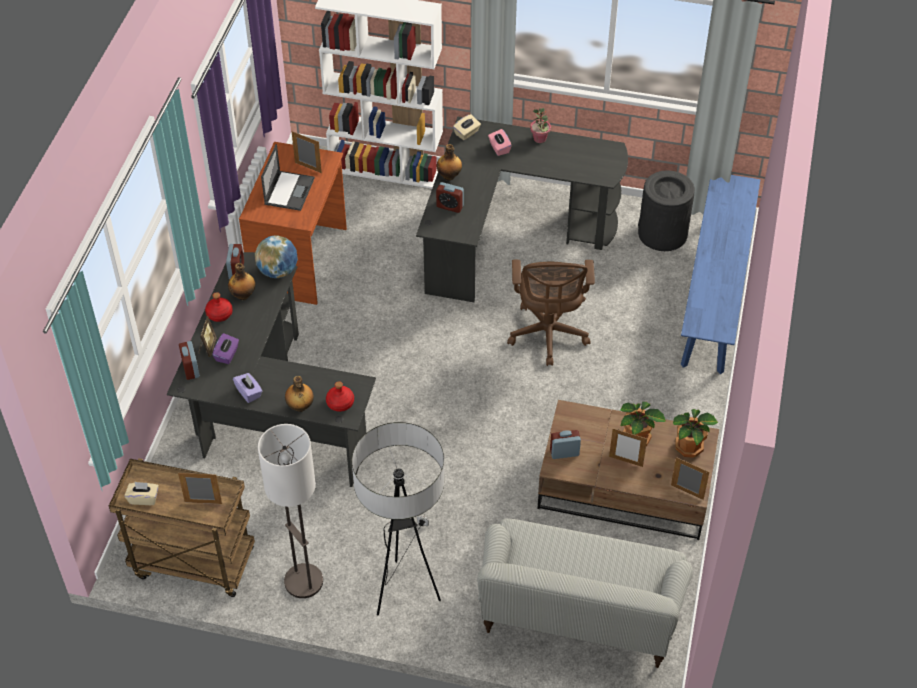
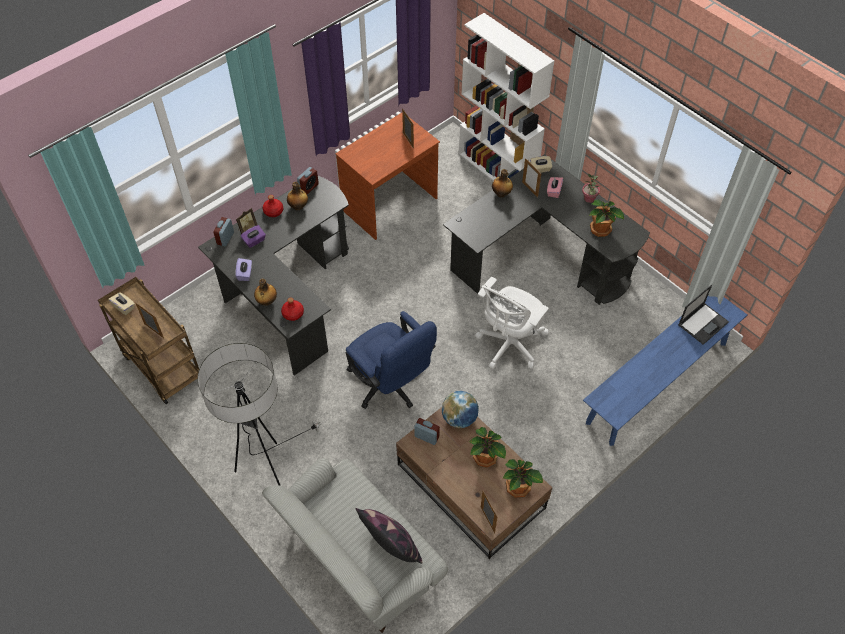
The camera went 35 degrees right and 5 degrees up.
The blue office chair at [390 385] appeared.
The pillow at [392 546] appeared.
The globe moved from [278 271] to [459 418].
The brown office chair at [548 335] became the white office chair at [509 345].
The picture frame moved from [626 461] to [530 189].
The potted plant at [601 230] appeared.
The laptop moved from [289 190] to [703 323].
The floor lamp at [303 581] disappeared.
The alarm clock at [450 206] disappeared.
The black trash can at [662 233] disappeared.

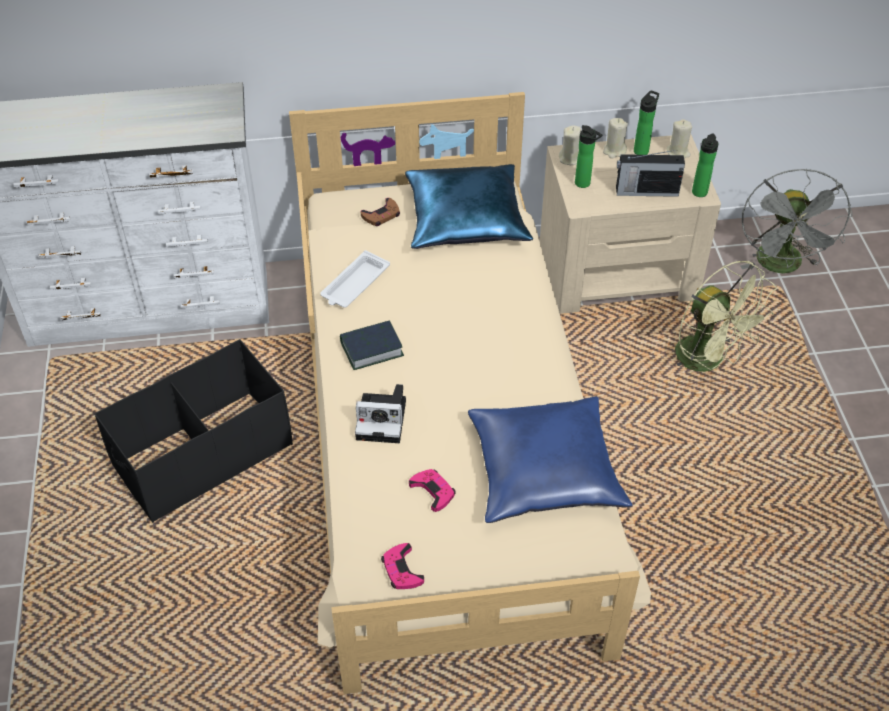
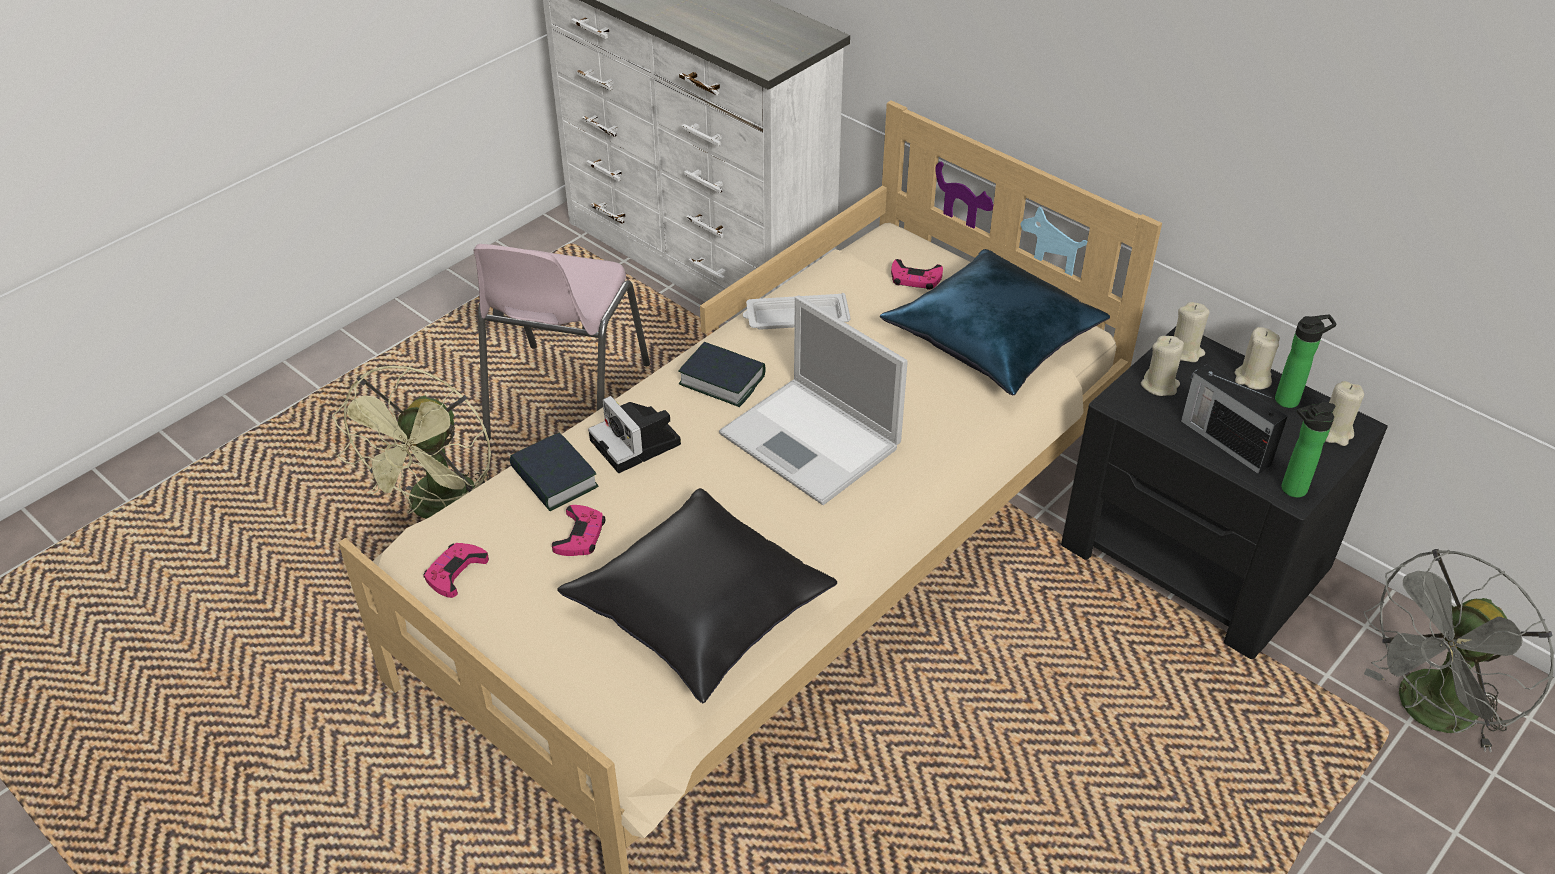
The camera went 50 degrees right and 5 degrees down.
The green fan moved from [708 361] to [439 510].
The black storage box at [203 455] was replaced by the pink chair at [565 403].
The book at [554 478] appeared.
The blue pillow at [545 470] became the black pillow at [701 608].
The laptop at [812 442] appeared.
The brown game controller at [381 215] became the pink game controller at [915 279].
The beige nightstand at [618 271] became the black nightstand at [1196 557].
The bottle at [584 184] was replaced by the beige candle at [1160 385].

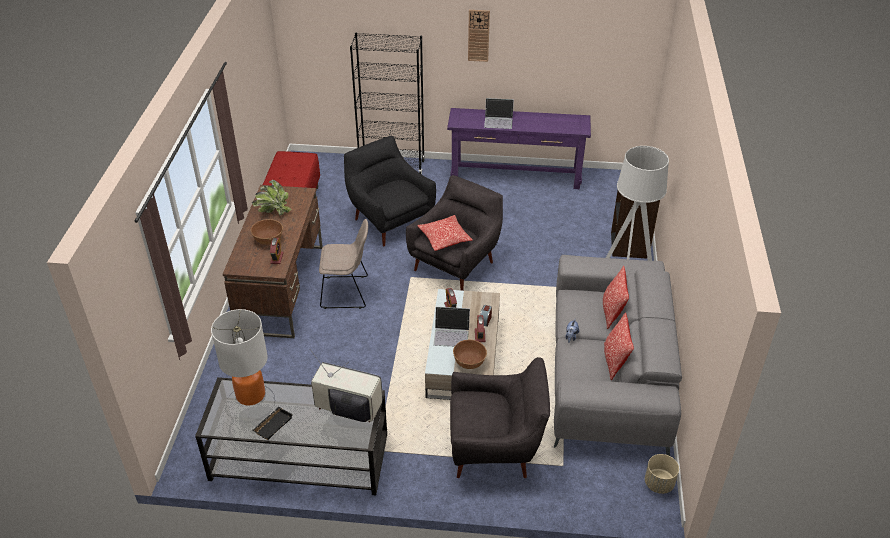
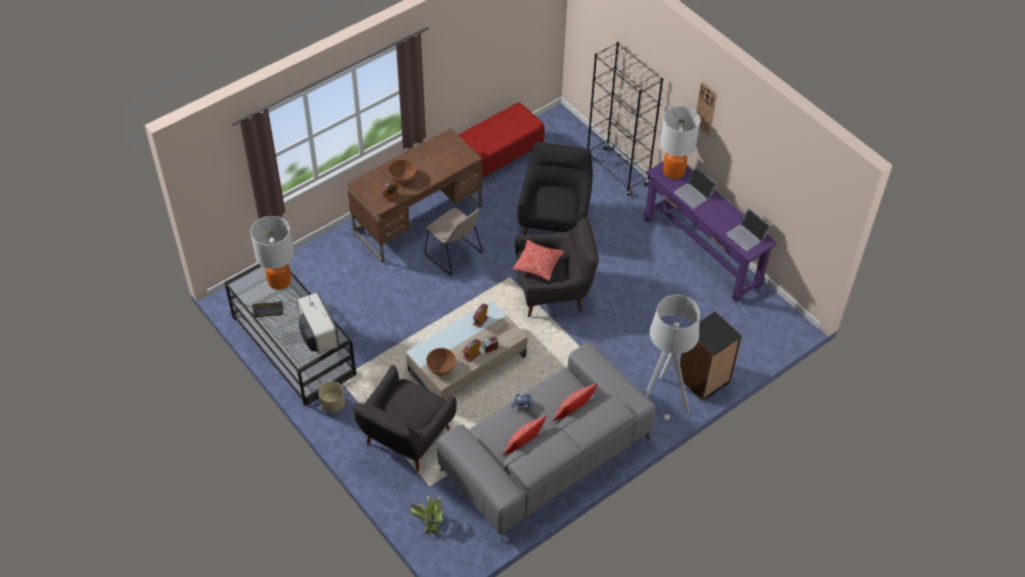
The camera went 45 degrees right and 10 degrees up.
The beige planter moved from [659 483] to [333 405].
The grey armchair at [495 448] turned 75 degrees clockwise.
The potted plant moved from [273 211] to [429 520].
The table lamp at [674 171] appeared.
The laptop moved from [451 334] to [747 235].

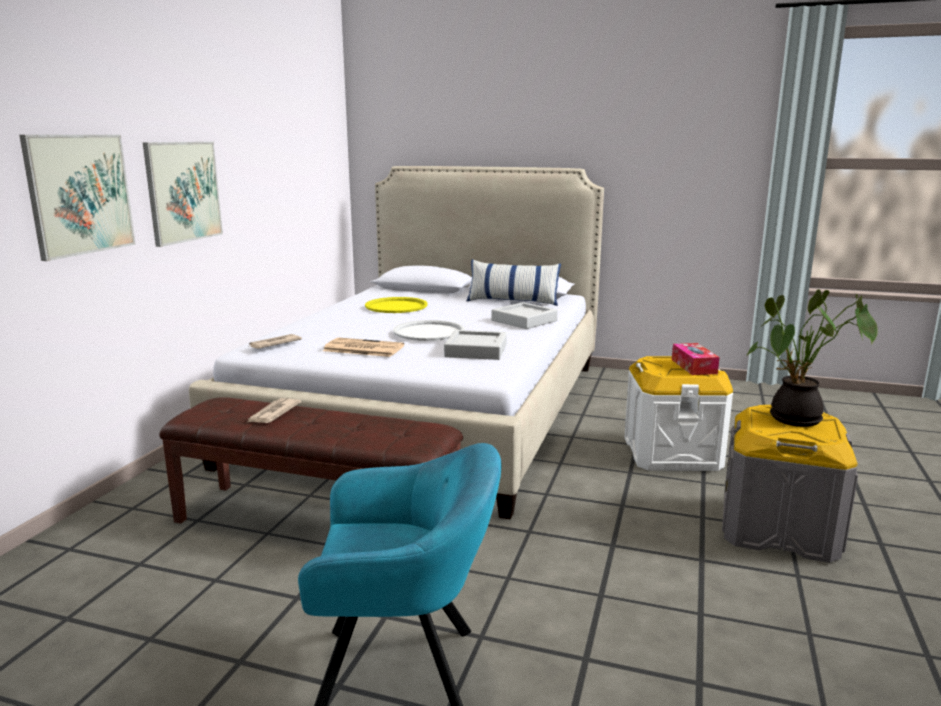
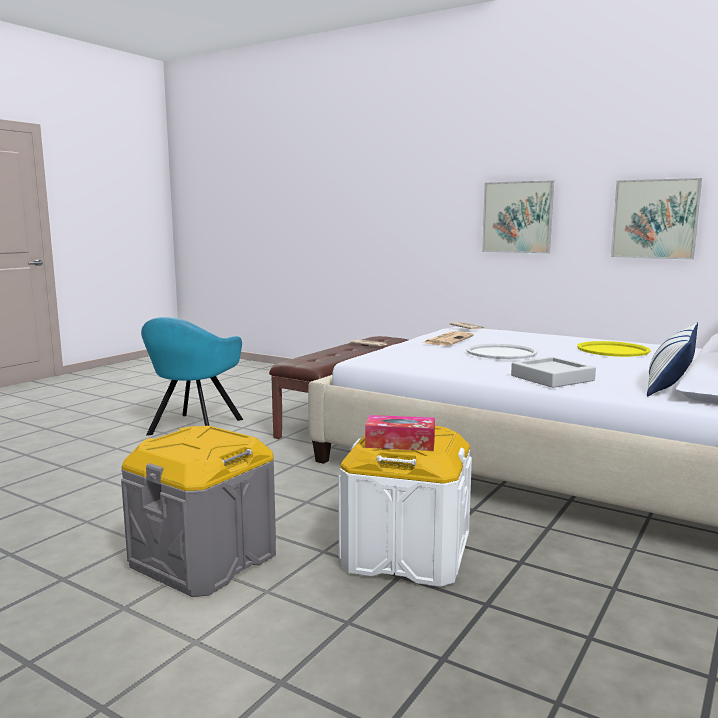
The camera went 105 degrees right and 5 degrees down.
The picture moved from [80 194] to [654 219].
The grey tray at [476 350] disappeared.
The potted plant at [795 420] disappeared.

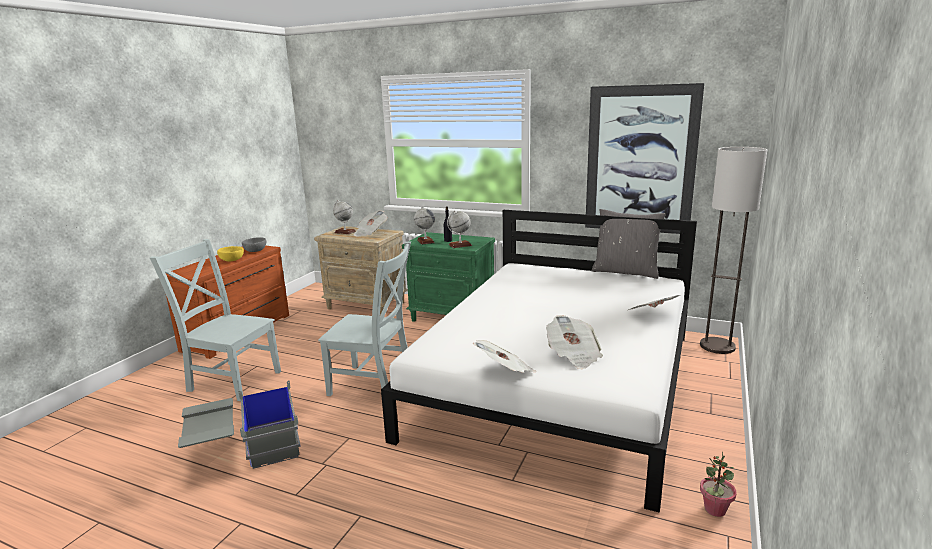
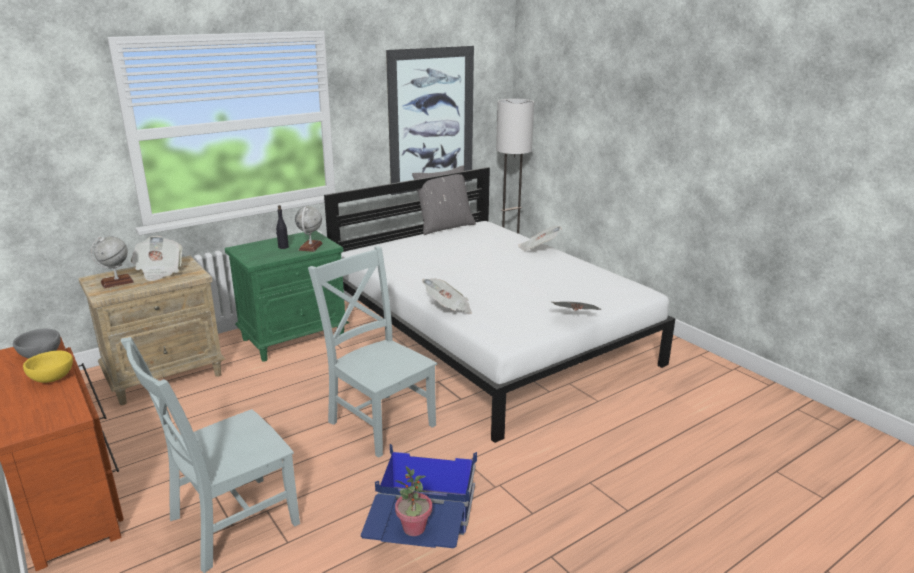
The camera went 60 degrees left and 5 degrees up.
The grey chair at [375 384] turned 90 degrees counterclockwise.
The grey storage box at [245 450] became the blue storage box at [421 535].
The potted plant moved from [714 509] to [414 528].
The newspaper moved from [573 355] to [448 308].
The globe at [425 241] disappeared.

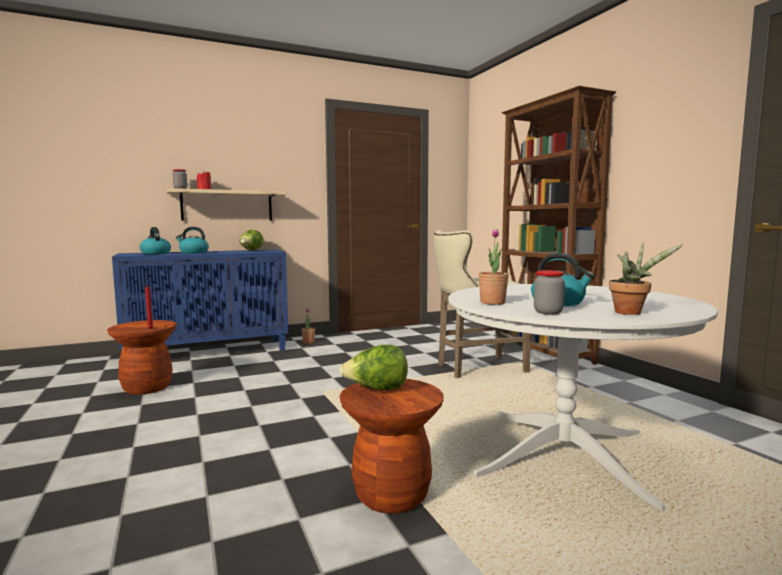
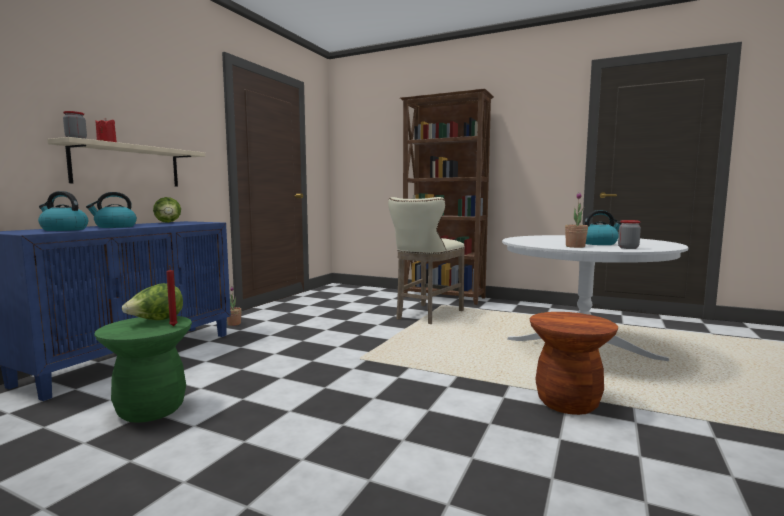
The camera went 40 degrees left and 0 degrees up.
The brown stool at [147 388] became the green stool at [151 409].
The lettuce moved from [376 390] to [156 321].
The potted plant at [631 312] disappeared.

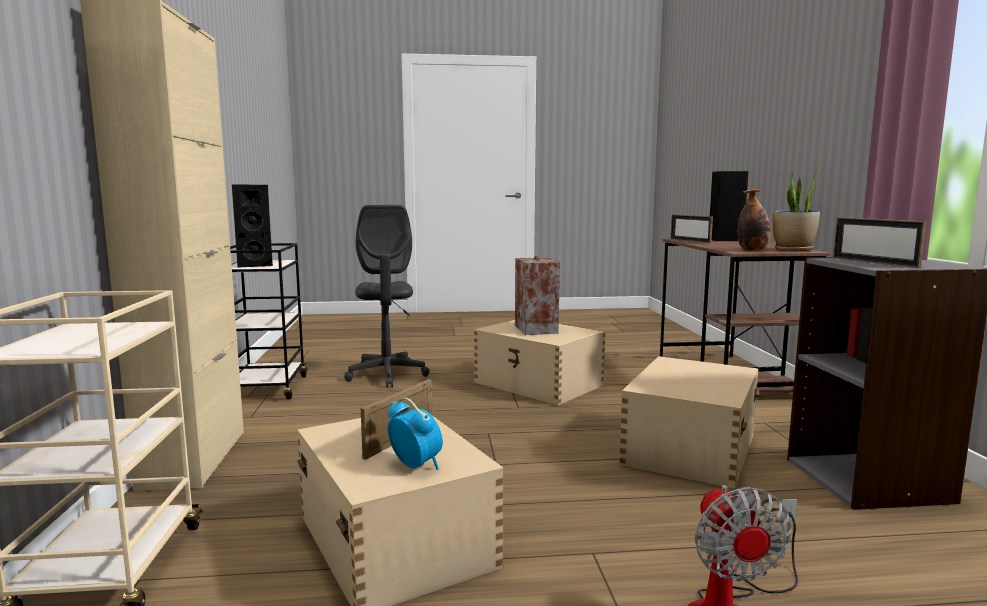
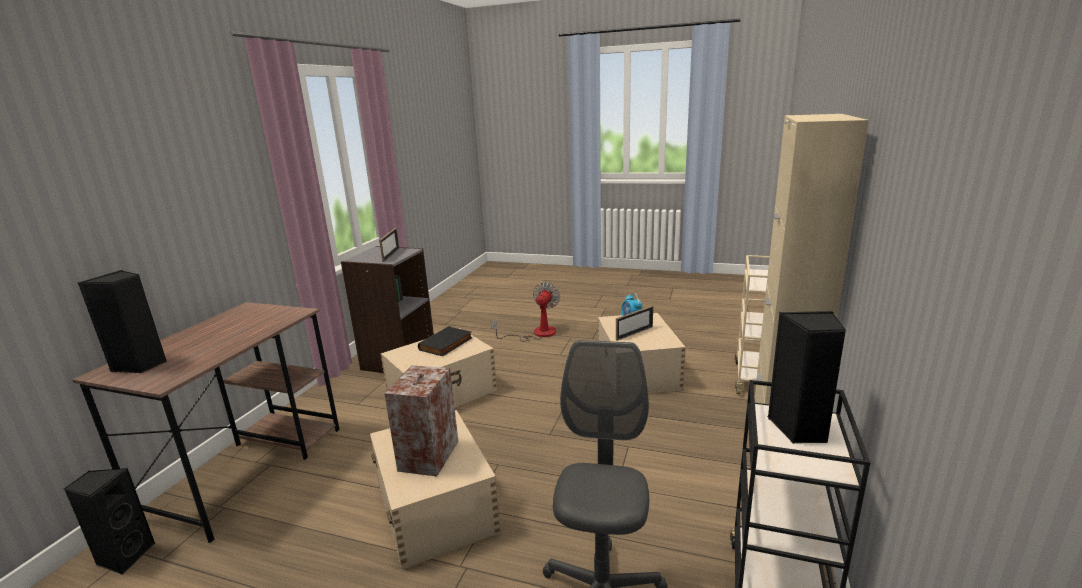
The camera went 155 degrees left and 10 degrees up.
The black speaker at [125 556] appeared.
The black book at [446 344] appeared.
The picture frame at [690 241] disappeared.
The bottle at [752 251] disappeared.
The potted plant at [793 250] disappeared.

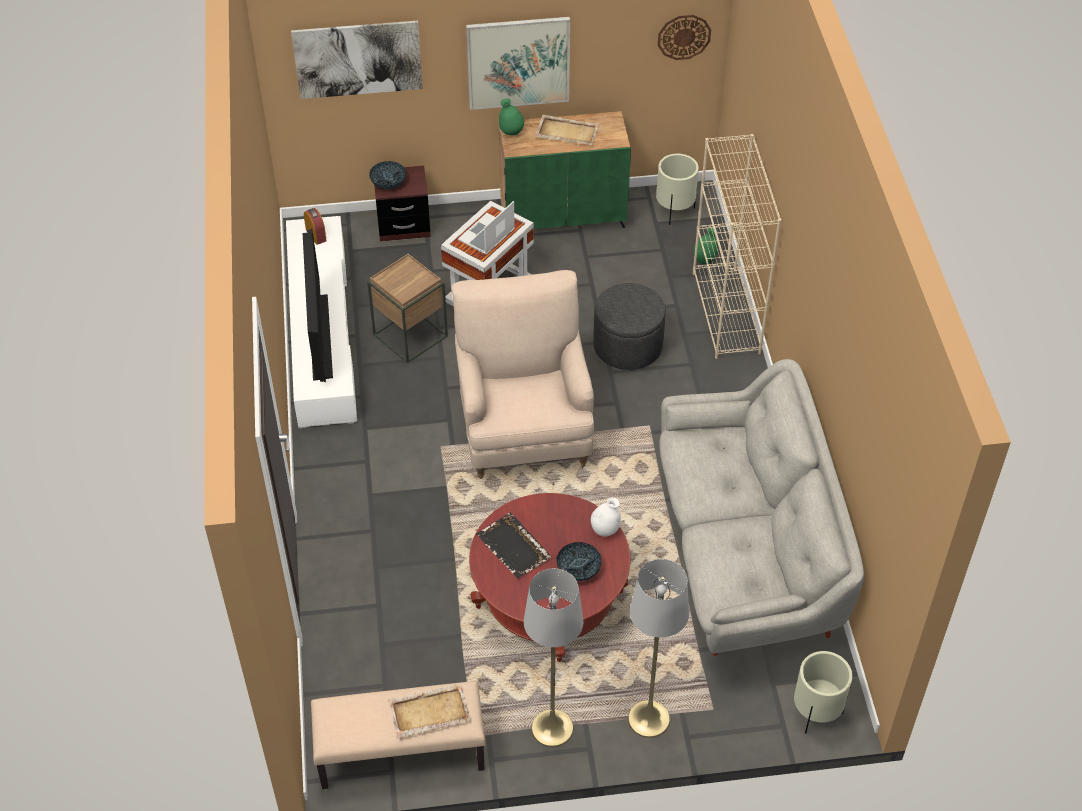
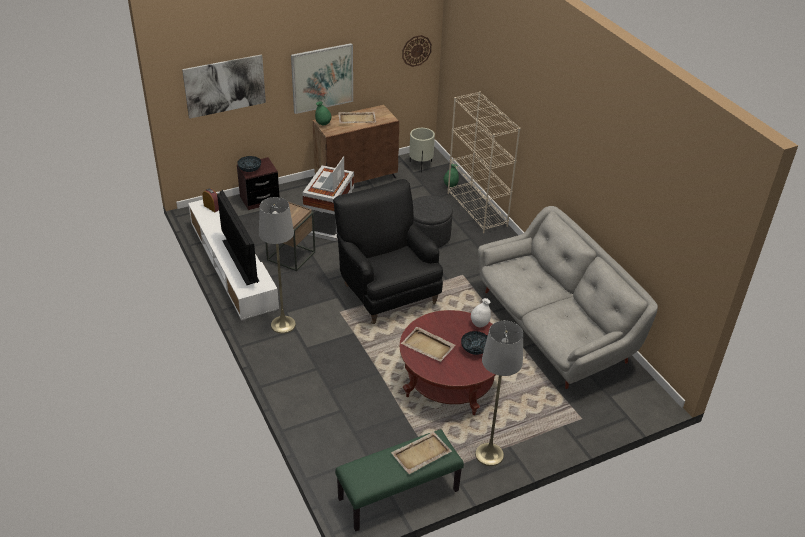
The camera went 20 degrees left and 10 degrees down.
The grey floor lamp moved from [648 719] to [283 324].
The green cabinet at [563 216] became the brown cabinet at [356 178].
The beige armchair at [524 429] became the black armchair at [387 292].
The beige bench at [400 754] became the green bench at [398 495].
The black tray at [514 548] became the beige tray at [428 346].
The beige planter at [816 713] disappeared.

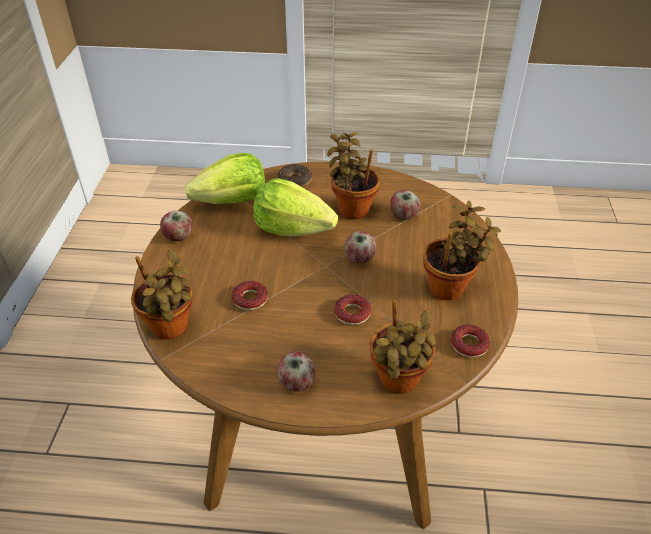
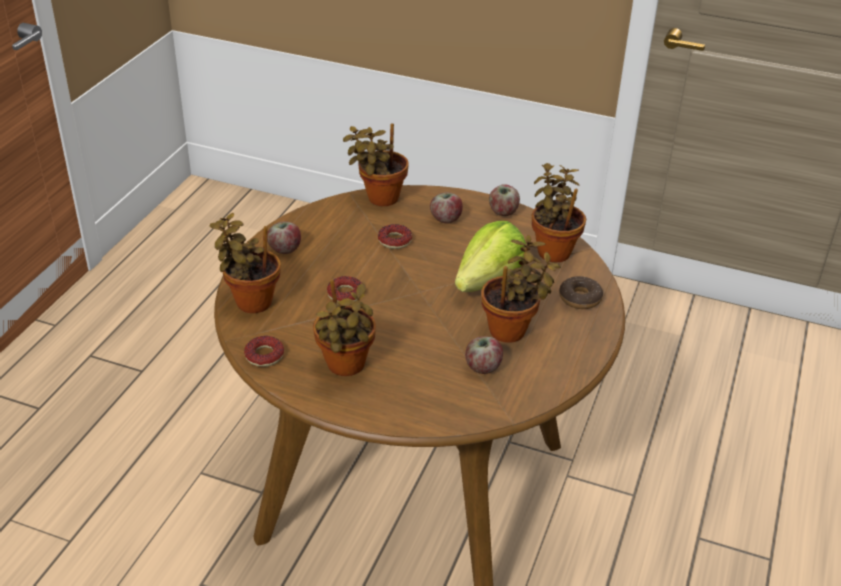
The camera went 105 degrees right and 5 degrees down.
The apple moved from [359 258] to [446 219].
The lettuce at [232 201] was replaced by the potted plant at [553 250].

